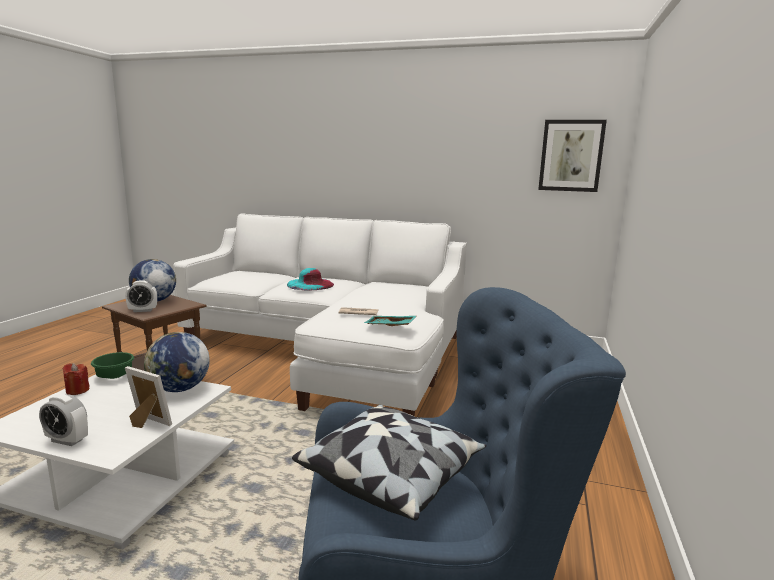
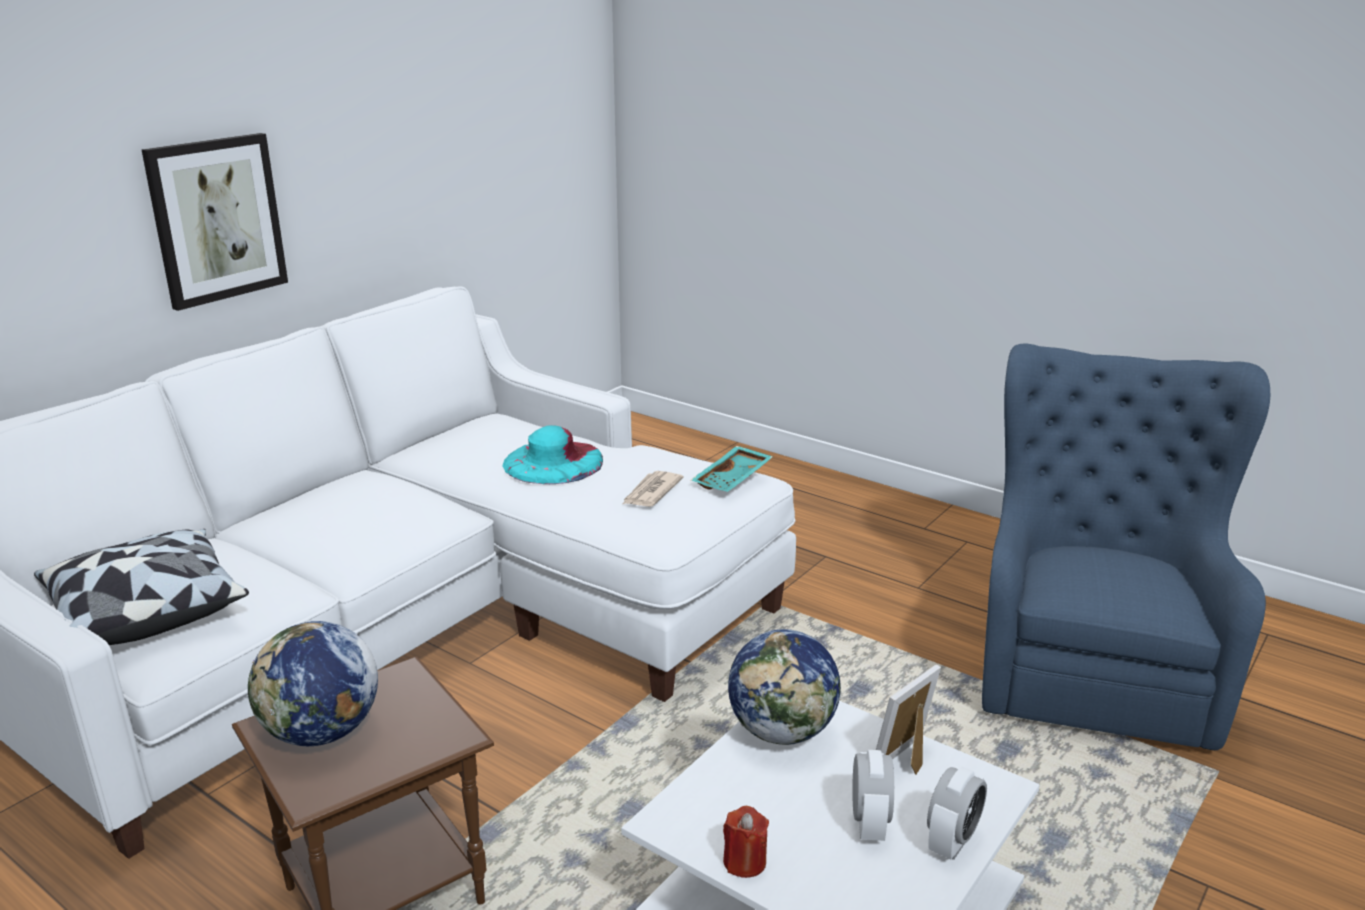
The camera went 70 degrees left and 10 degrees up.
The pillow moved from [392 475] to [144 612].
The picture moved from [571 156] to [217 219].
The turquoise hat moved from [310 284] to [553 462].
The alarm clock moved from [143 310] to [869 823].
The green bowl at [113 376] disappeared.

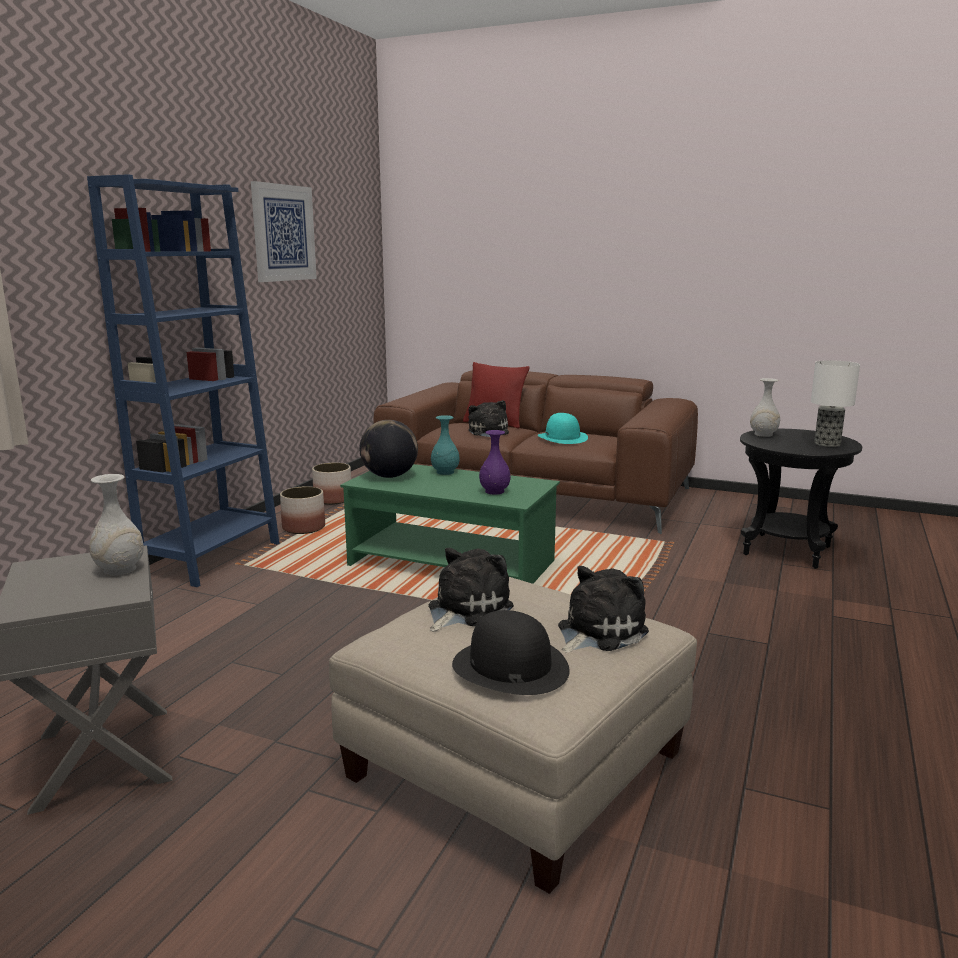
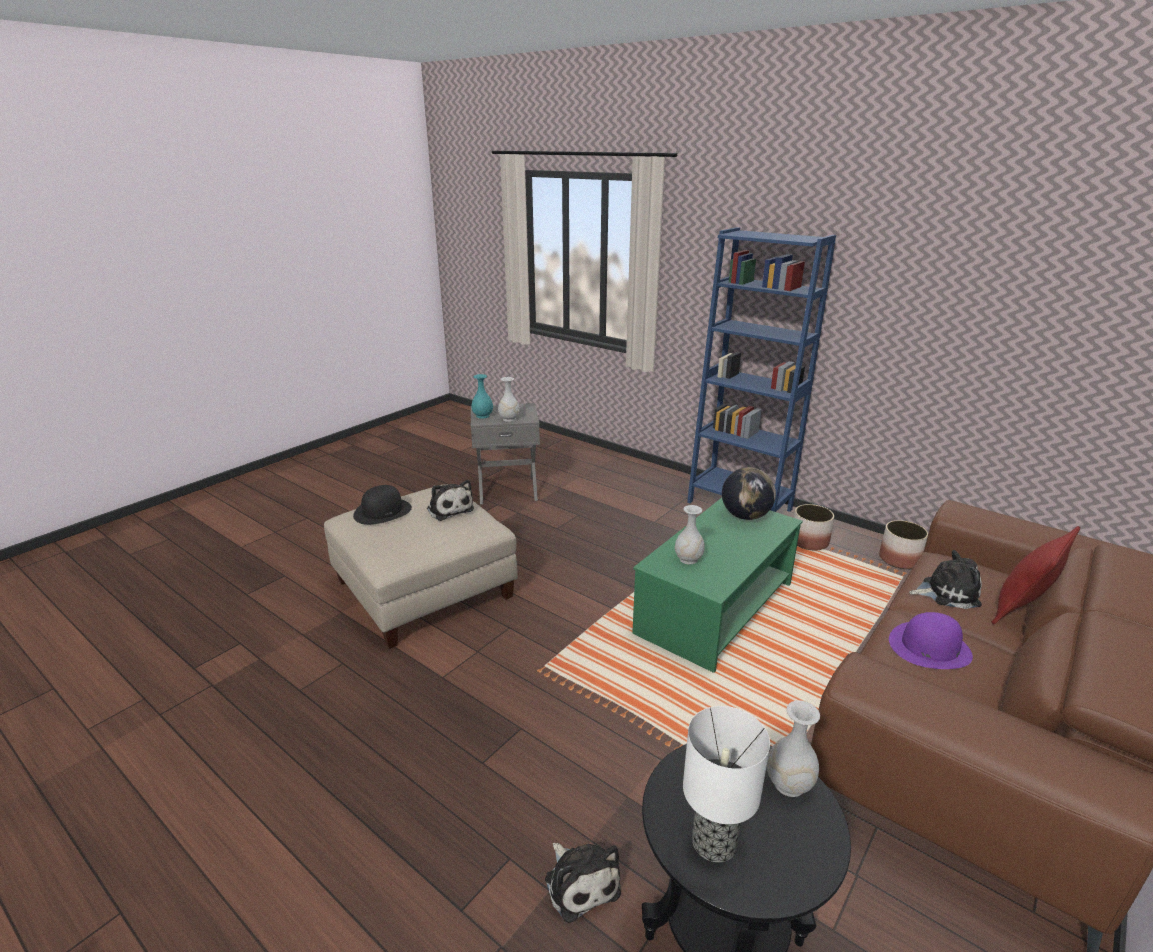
The camera went 105 degrees right and 10 degrees up.
The turquoise vase moved from [444 472] to [483 416].
The plush toy moved from [597 632] to [580 882].
The purple vase at [494 491] became the white vase at [688 559].
The turquoise hat at [562 437] became the purple hat at [929 647].
The picture at [283 233] disappeared.

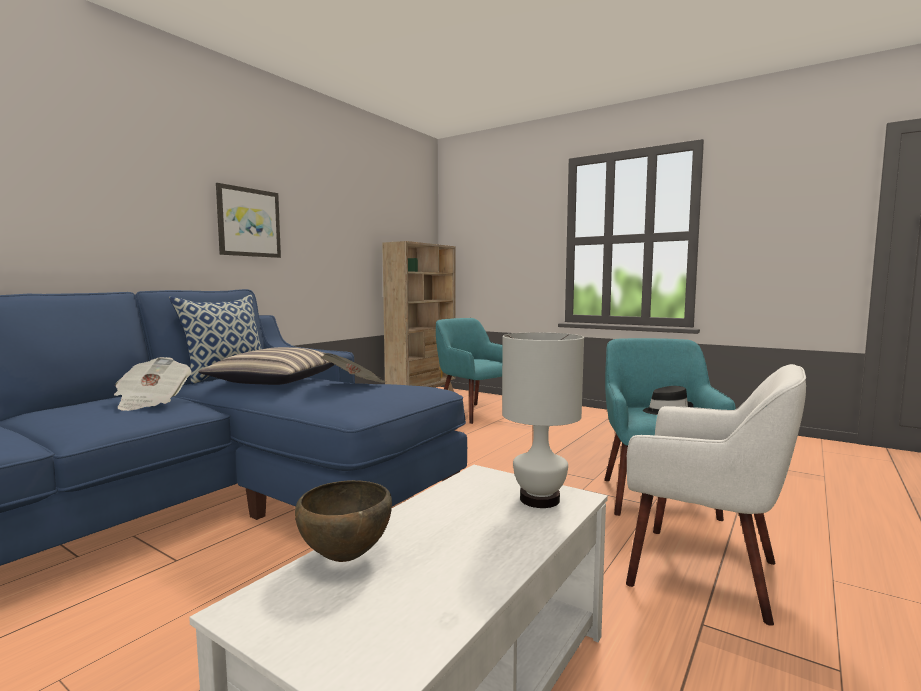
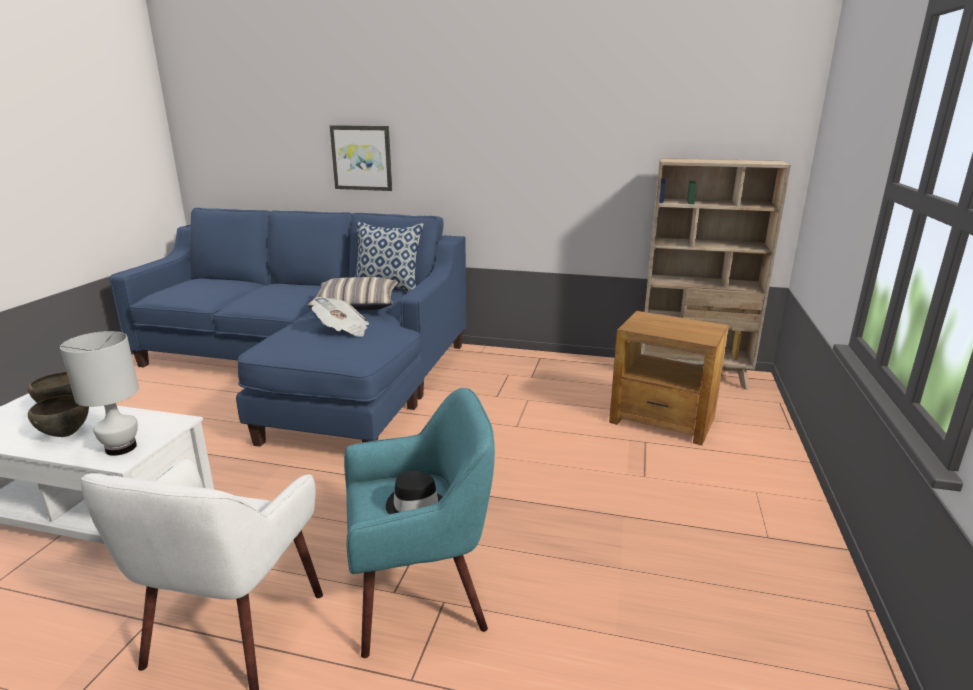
The camera went 70 degrees right and 15 degrees up.
The brown bowl at [66 434] appeared.
The picture moved from [248 222] to [362 158].
The turquoise armchair at [473 413] was replaced by the brown side table at [663 420].
The newspaper at [151 402] disappeared.

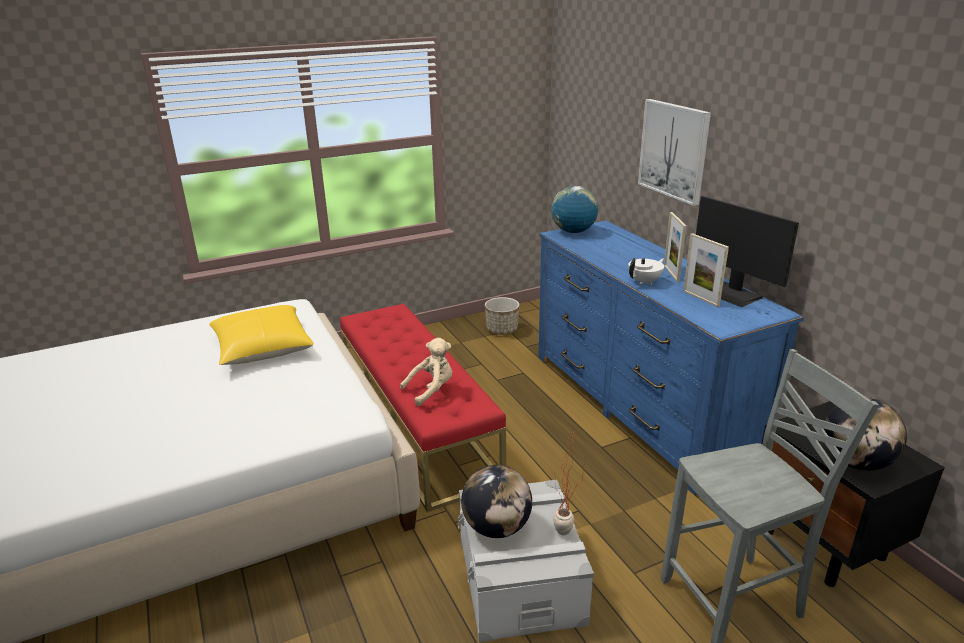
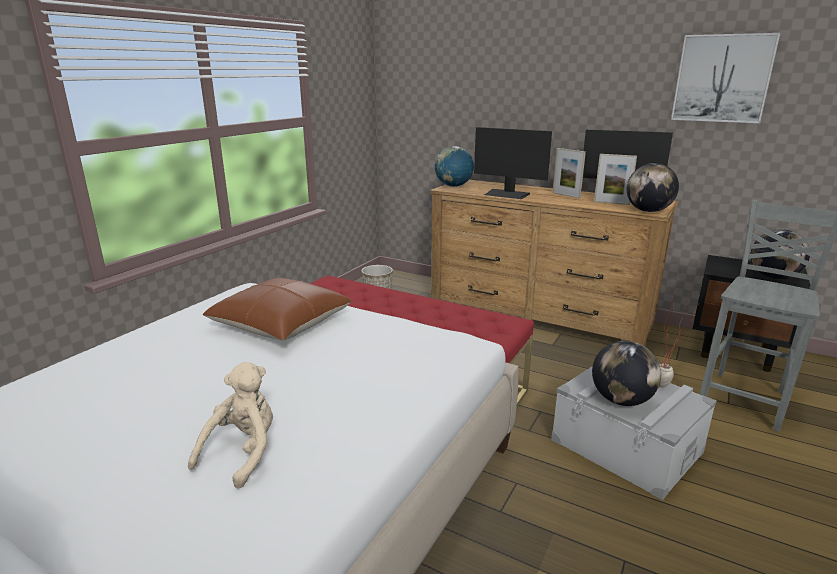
The camera went 35 degrees left and 5 degrees down.
The beige plush toy moved from [431 390] to [243 453].
The yellow pillow at [262 348] became the brown pillow at [281 324].
The blue dresser at [638 405] became the brown dresser at [538 313].
The monitor at [507 194] appeared.
The globe at [648 211] appeared.
The picture moved from [674 150] to [722 78].
The white teapot at [645 282] disappeared.

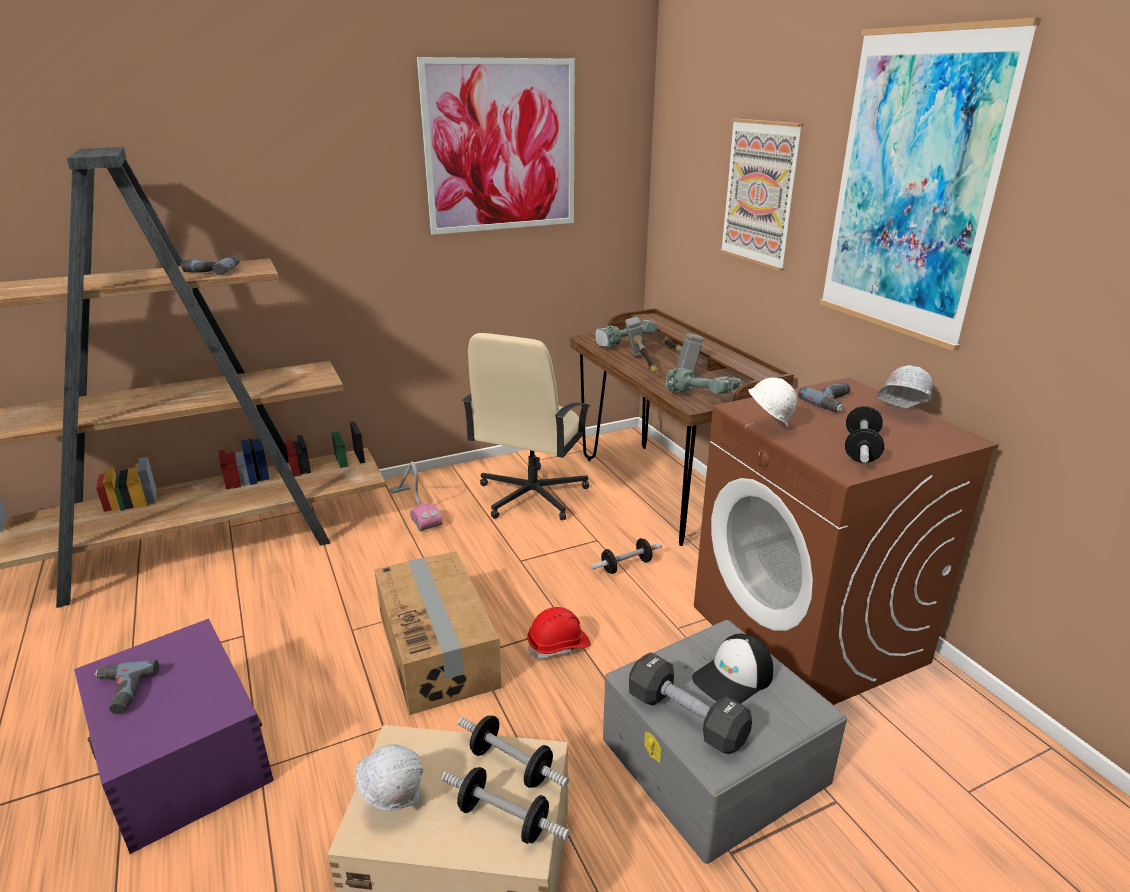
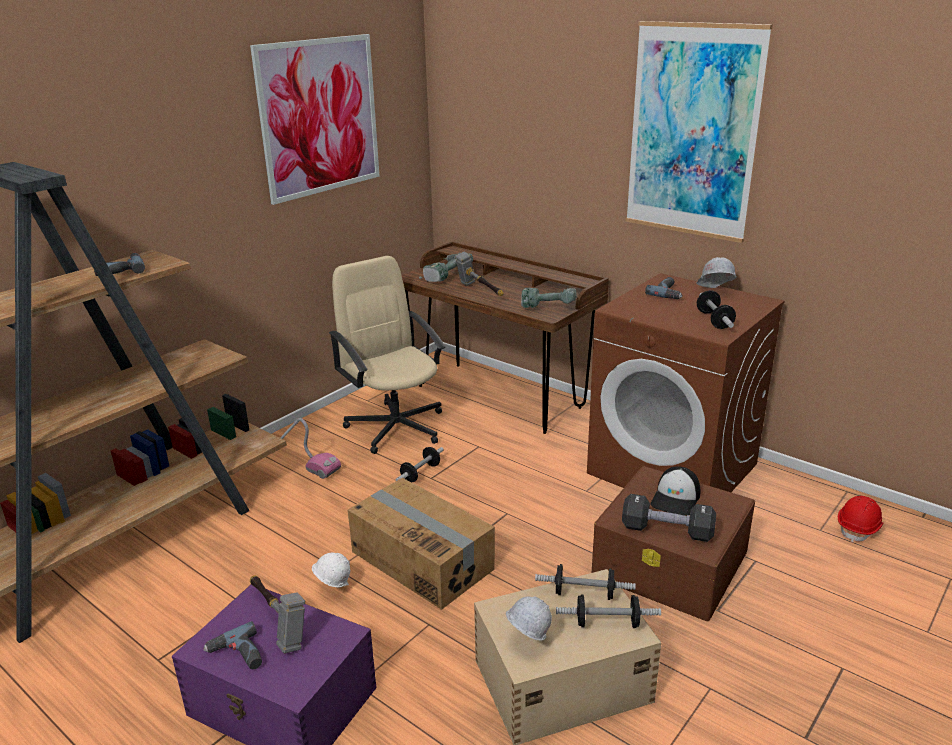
The camera went 25 degrees left and 0 degrees up.
The hammer moved from [678 365] to [277 621].
The white hard hat moved from [767 427] to [333 588].
The beige office chair at [531 496] turned 150 degrees clockwise.
The dumbbell moved from [626 566] to [420 473].
The grey storage box at [714 761] became the brown storage box at [671 564].
The red hard hat moved from [559 646] to [859 528].
The picture at [760 193] disappeared.

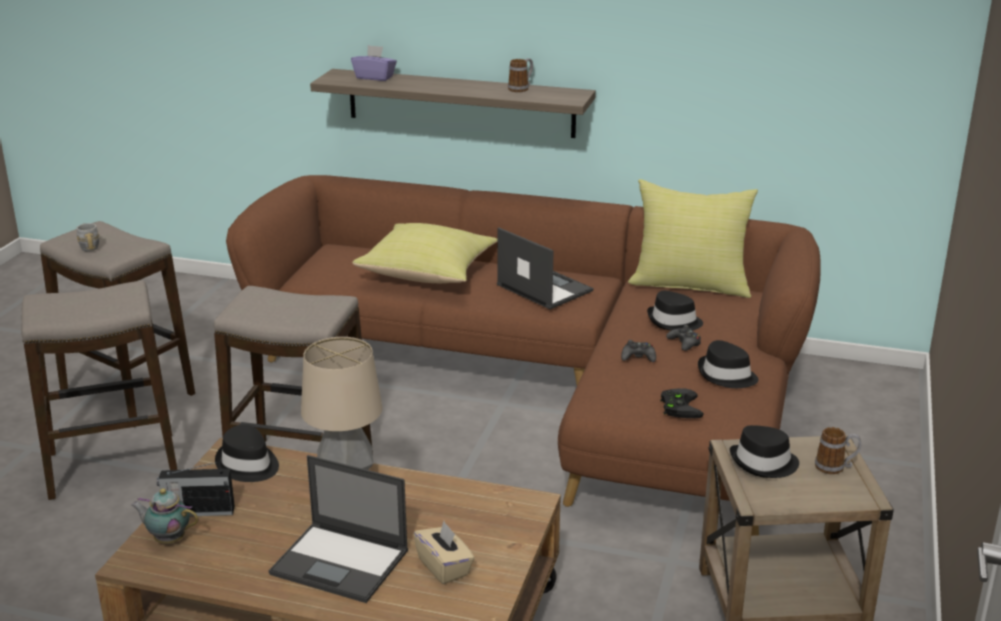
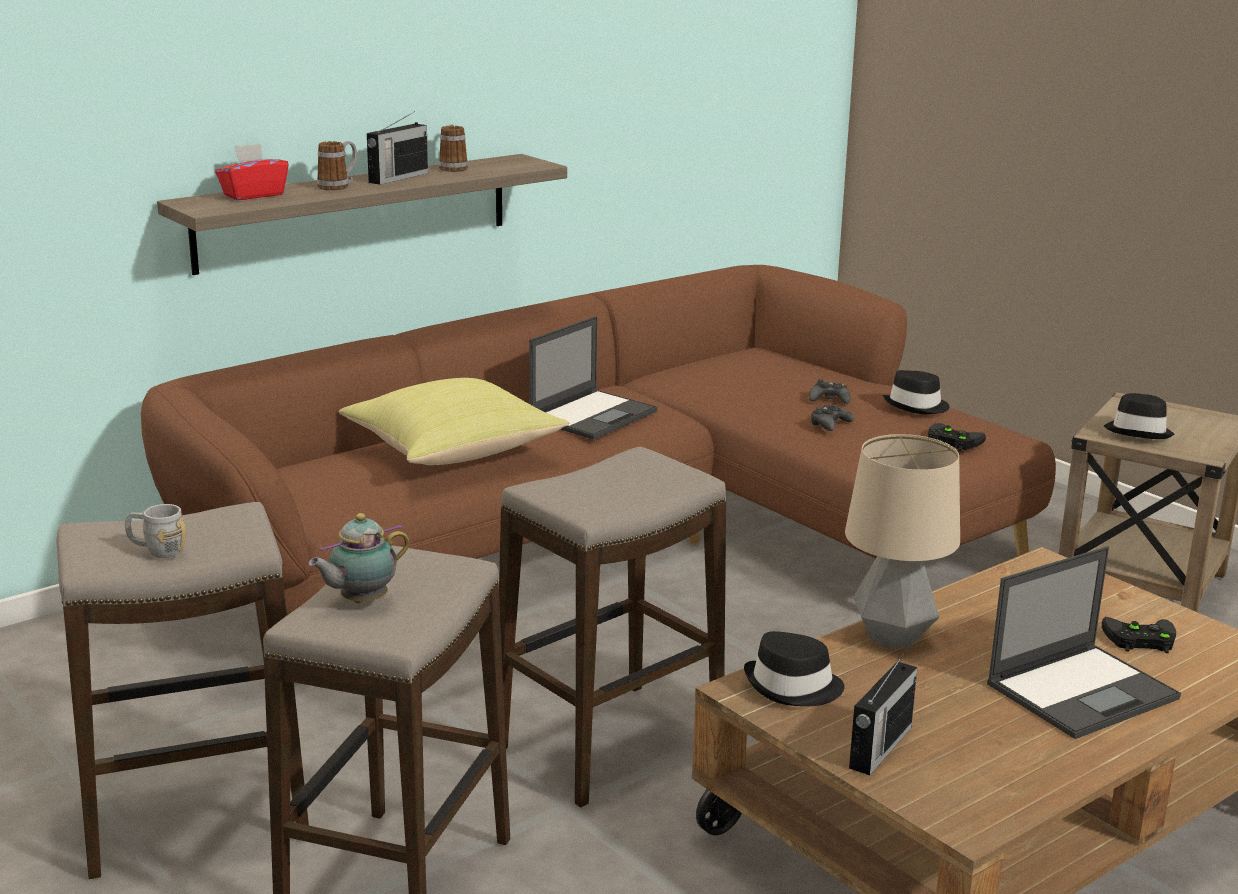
The camera went 55 degrees left and 5 degrees down.
The purple tissue box at [375 77] became the red tissue box at [253 195].
The teapot moved from [168 539] to [361 601].
The mug moved from [835 467] to [338 186].
The radio at [397 178] appeared.
The laptop at [543 287] turned 135 degrees clockwise.
The beige tissue box at [444 567] was replaced by the black game controller at [1138 639].
The yellow pillow at [690 284] disappeared.
The black hat at [674 322] disappeared.

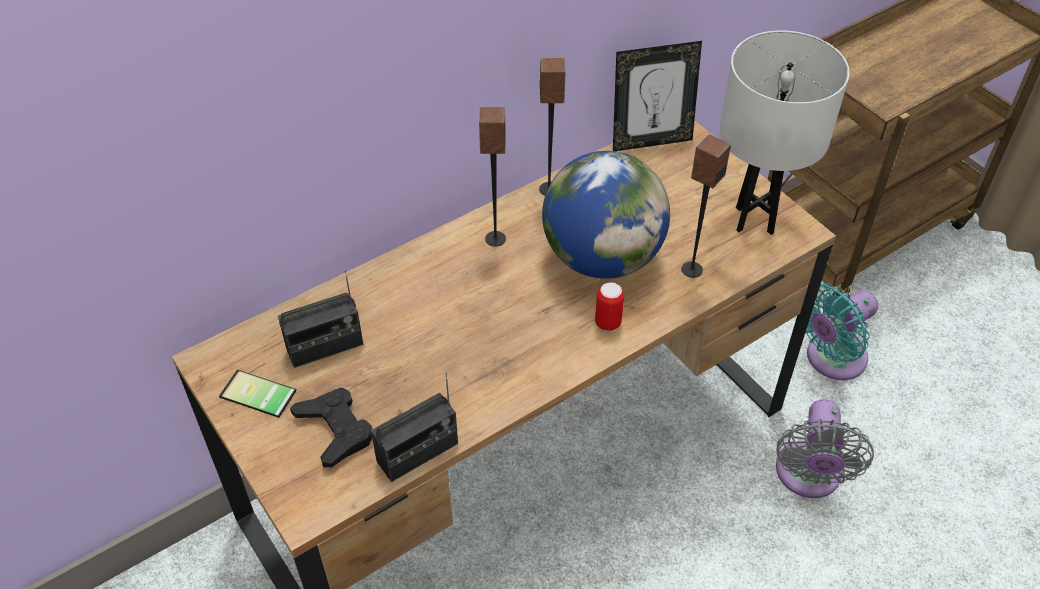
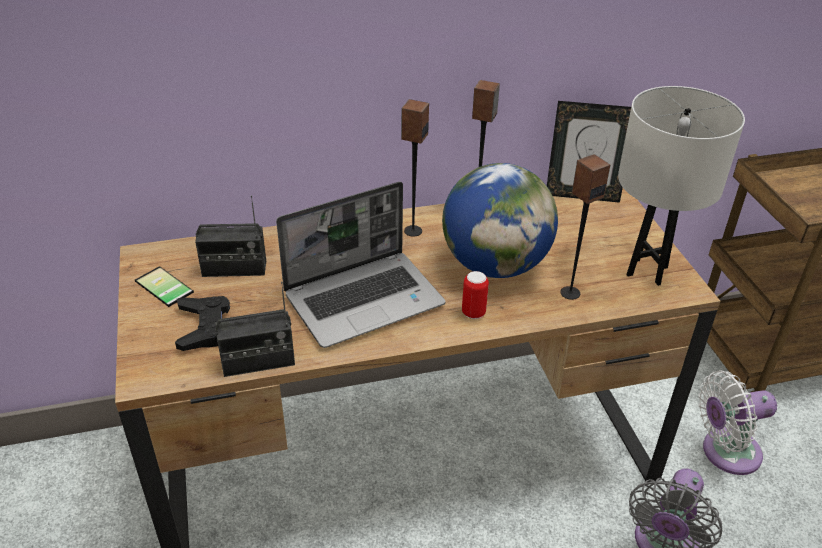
The camera went 20 degrees right and 10 degrees down.
The laptop at [365 299] appeared.
The turquoise fan at [831 359] became the white fan at [725 452].

